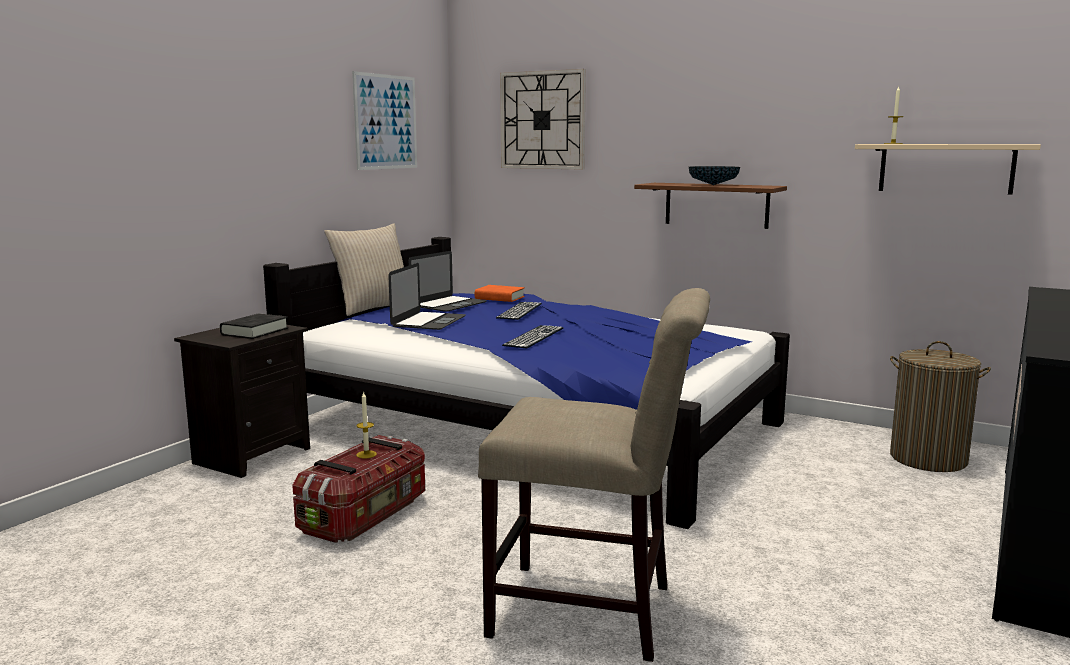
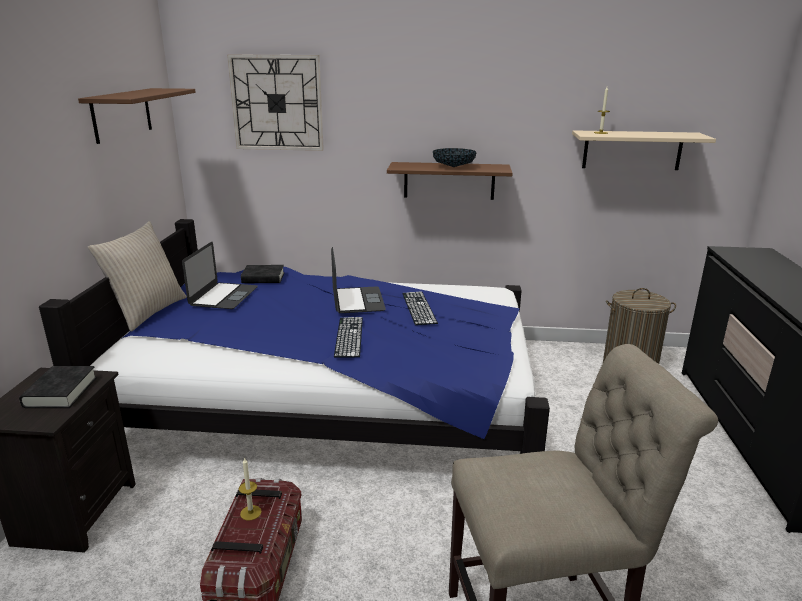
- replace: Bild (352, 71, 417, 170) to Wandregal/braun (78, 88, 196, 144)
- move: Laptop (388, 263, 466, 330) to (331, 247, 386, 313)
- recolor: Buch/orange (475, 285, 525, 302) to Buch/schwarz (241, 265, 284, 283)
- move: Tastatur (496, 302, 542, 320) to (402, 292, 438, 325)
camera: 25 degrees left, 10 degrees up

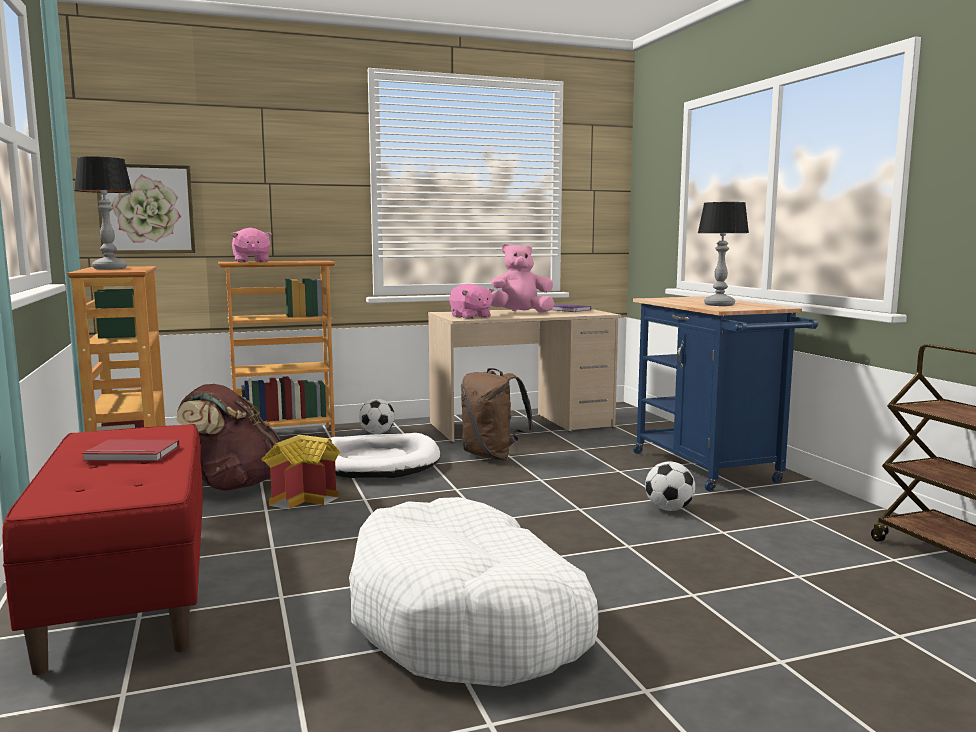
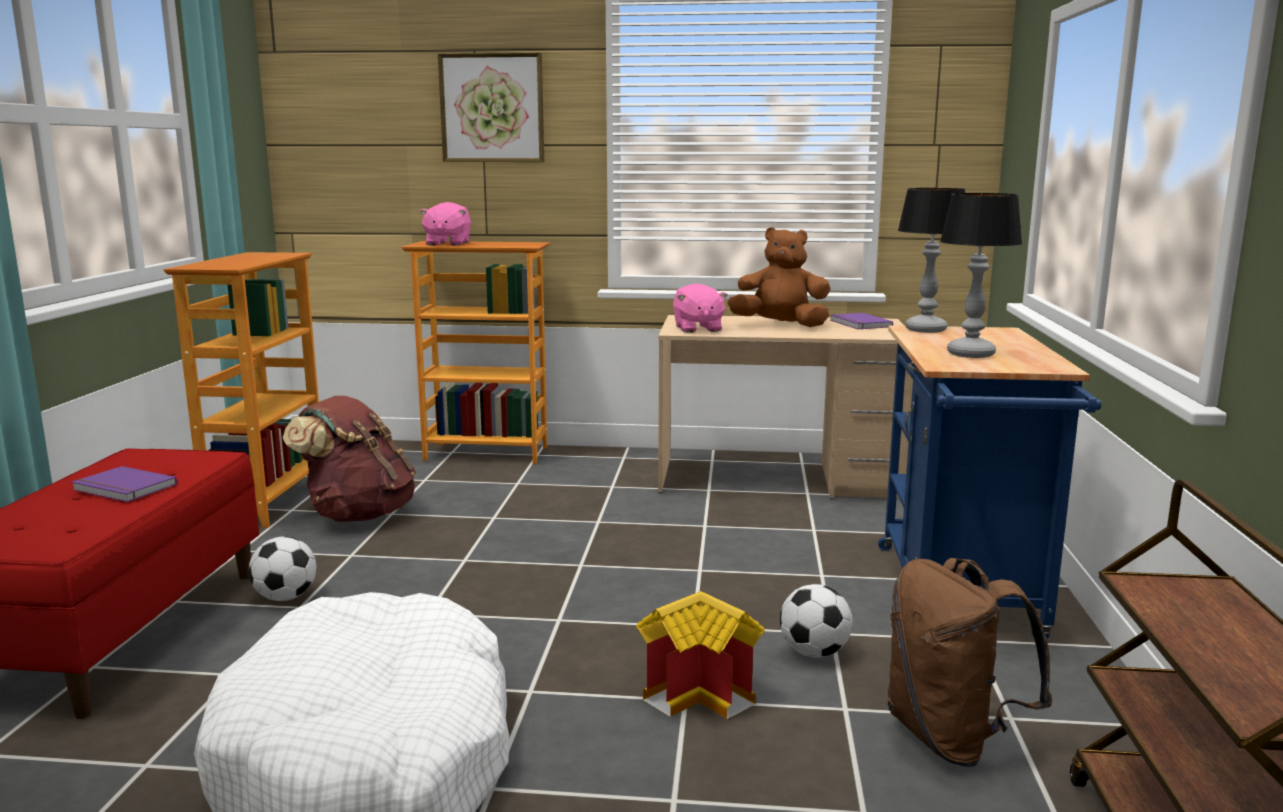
- move: Tischlampe (74, 156, 133, 269) to (898, 188, 966, 333)
- move: Bild (97, 164, 195, 254) to (438, 53, 544, 162)
- recolor: Plüschtier/rosa (491, 244, 555, 313) to Plüschtier/braun (727, 227, 831, 327)
- move: Rucksack/braun (461, 368, 534, 460) to (888, 558, 1053, 767)
- move: Fußball (359, 399, 395, 434) to (248, 536, 316, 601)
- delete: Hundebett/weiß (330, 433, 440, 478)
- move: Spielzeughaus (262, 435, 340, 509) to (636, 591, 765, 719)
- recolor: Buch/rot (82, 440, 179, 461) to Buch/lila (71, 466, 177, 502)
camera: 25 degrees right, 5 degrees up

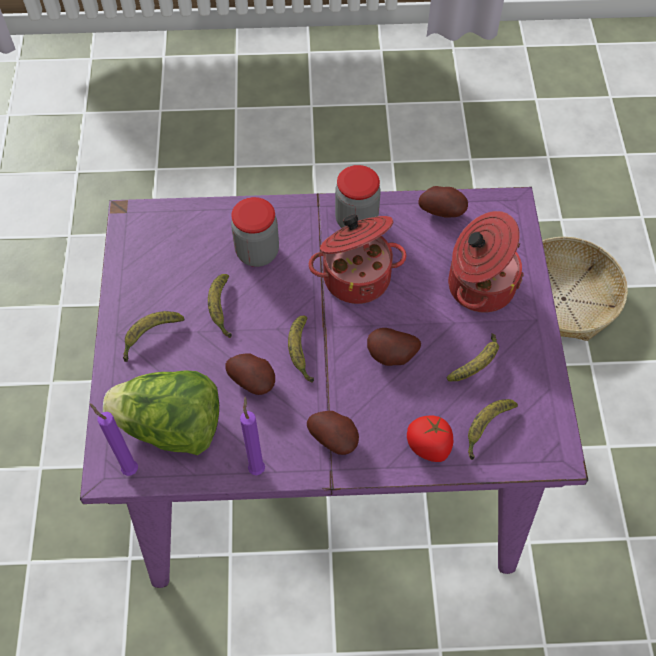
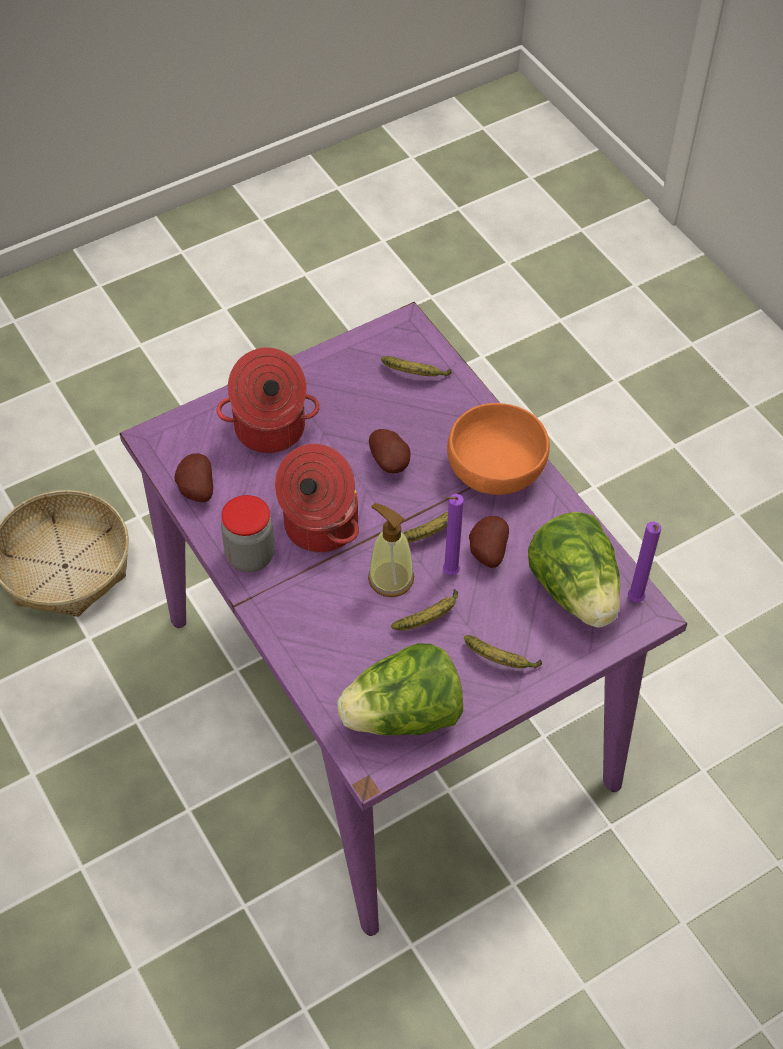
- delete: Vorratsglas (231, 197, 279, 267)
- delete: Banane (447, 333, 499, 381)
- move: Kerze/lila (240, 397, 265, 476) to (443, 494, 464, 575)
- replace: Kartoffel (307, 411, 359, 455) to Schüssel/orange (447, 403, 550, 495)
- delete: Tomate (407, 416, 453, 462)
- insert: Seifenspender (368, 503, 414, 597)
- insert: Salatkopf (337, 643, 463, 735)
camera: 120 degrees left, 5 degrees down

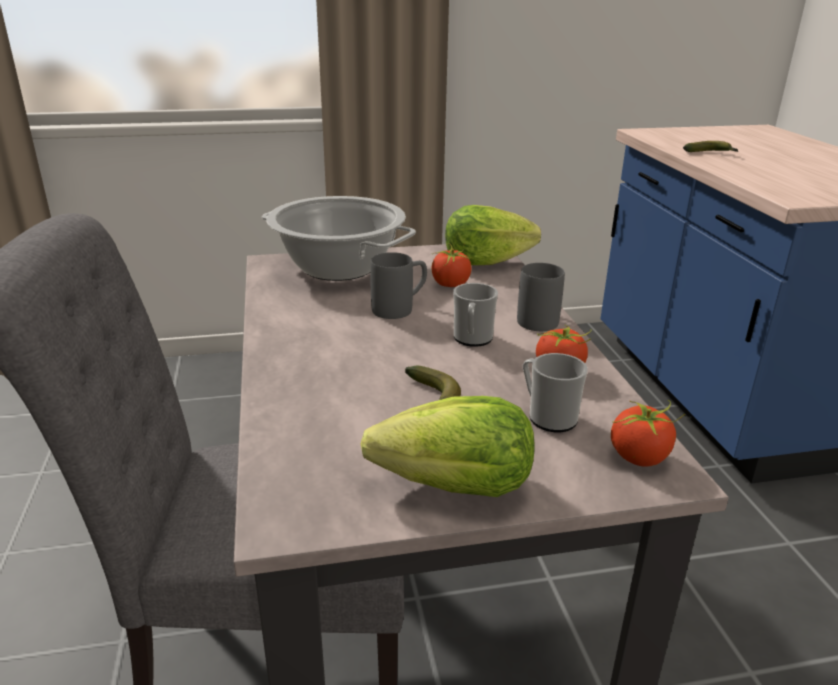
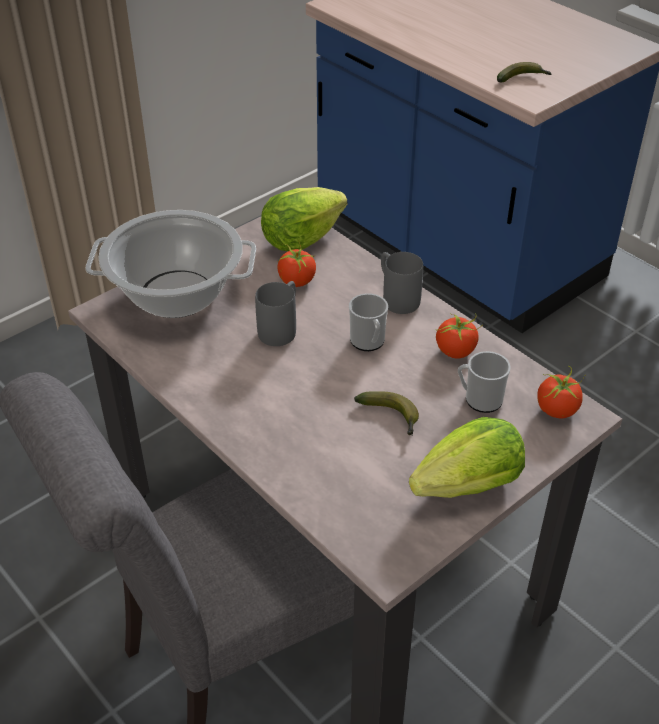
- move: Banane (683, 141, 738, 152) to (497, 62, 552, 82)
camera: 30 degrees left, 15 degrees up

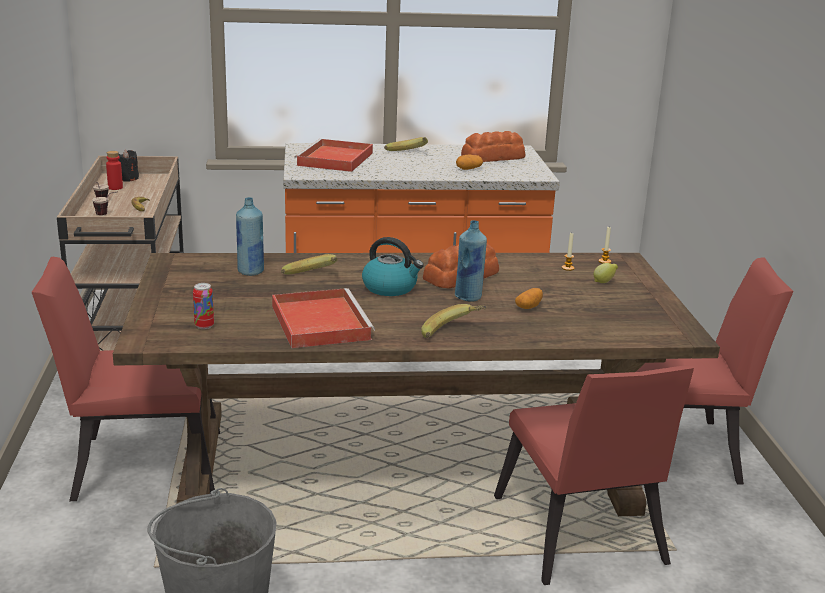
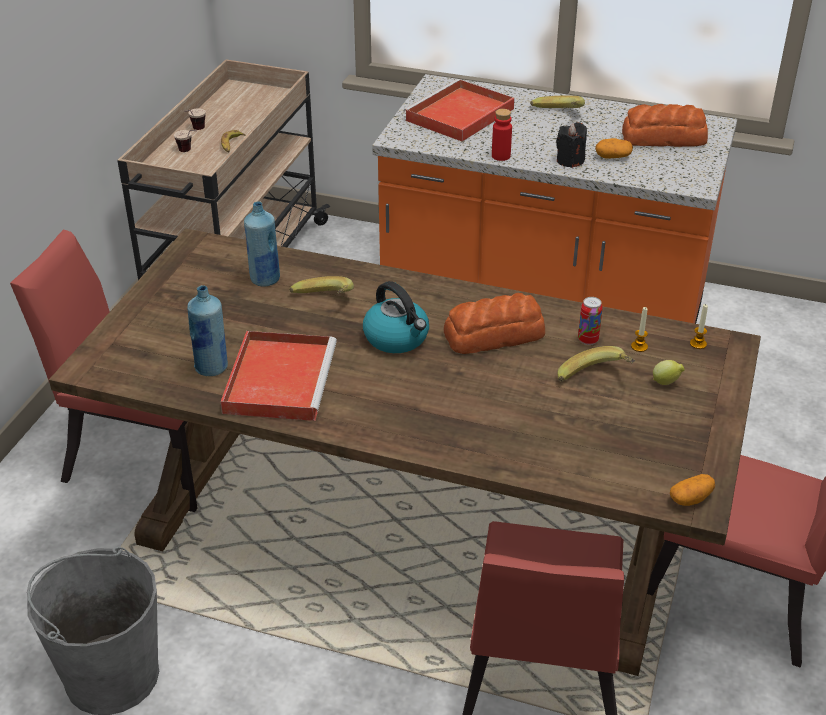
- move: Kerze/schwarz (118, 150, 139, 182) to (556, 122, 587, 168)
- move: Flasche/rot (106, 151, 123, 190) to (492, 109, 512, 161)
- move: Flasche/blau (455, 220, 487, 302) to (187, 285, 228, 376)
- move: Dose (193, 283, 214, 329) to (578, 297, 603, 345)
- move: Kartoffel (515, 288, 543, 309) to (670, 474, 715, 506)
- move: Banane (421, 304, 487, 338) to (557, 346, 635, 381)
camera: 25 degrees right, 15 degrees up

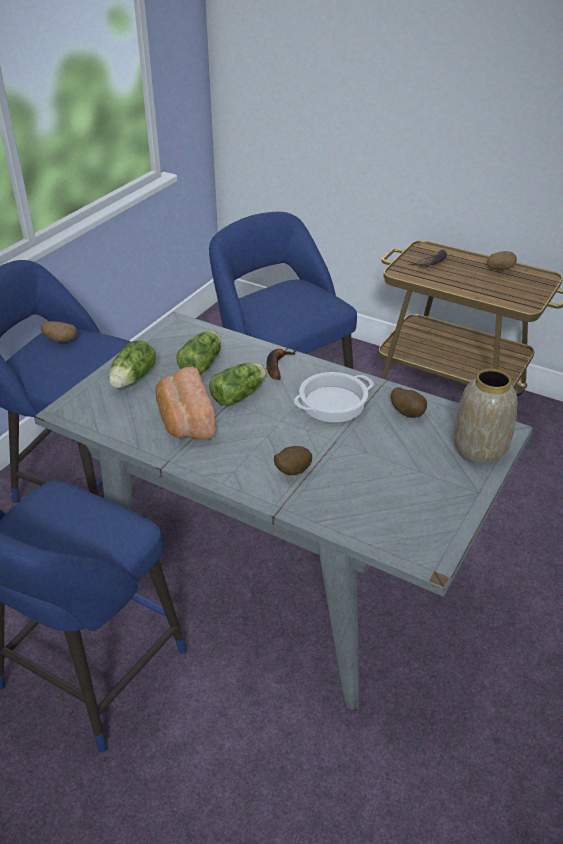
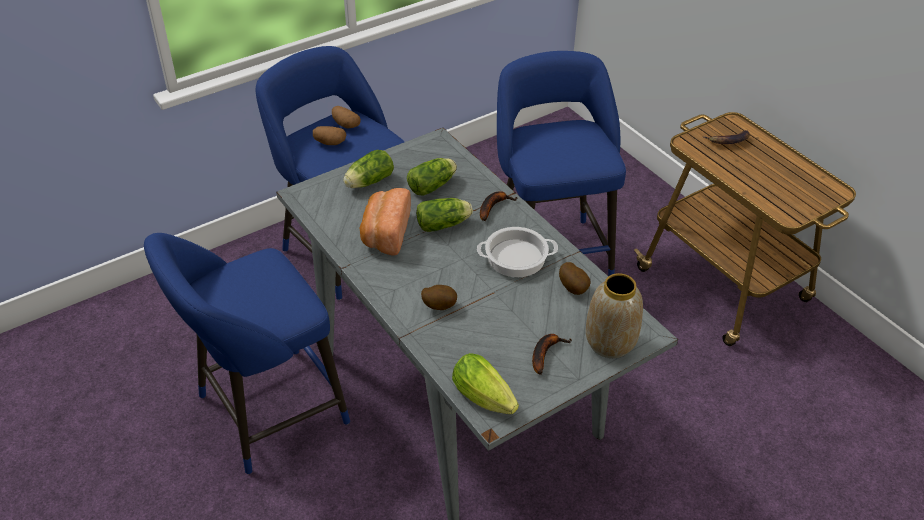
- move: Kartoffel (487, 251, 517, 270) to (313, 126, 346, 145)
- insert: Banane (532, 334, 572, 375)
- insert: Salatkopf (452, 353, 519, 414)
camera: 25 degrees right, 5 degrees up

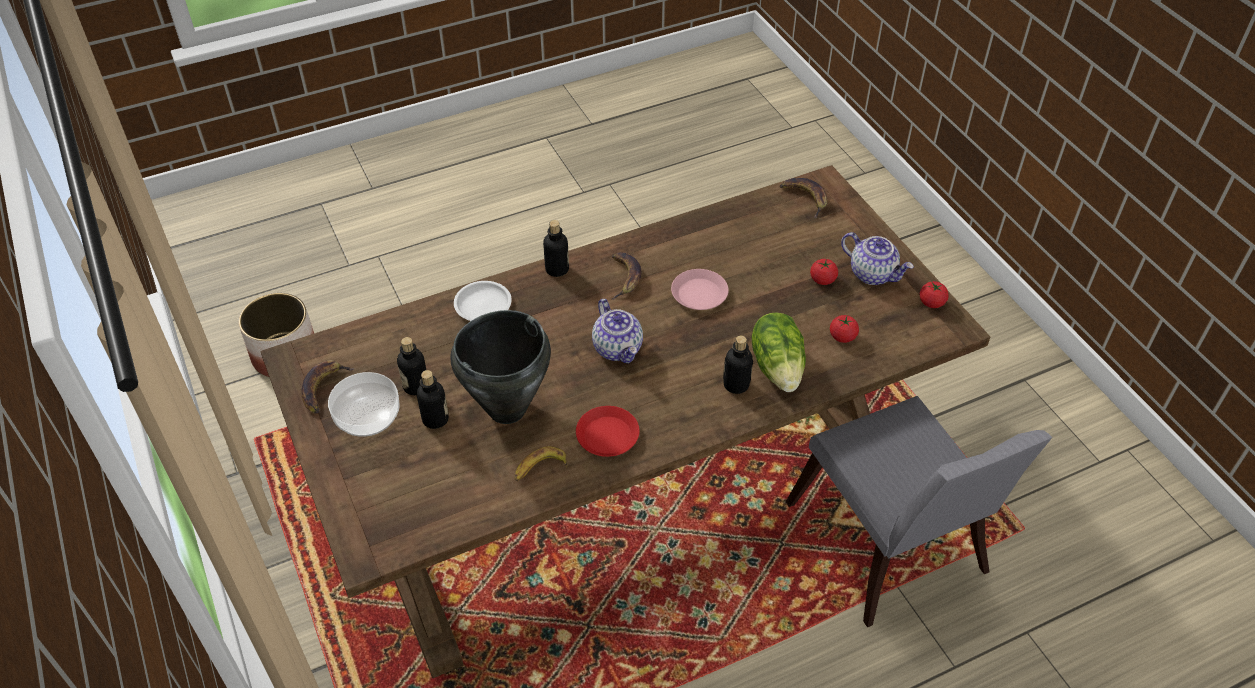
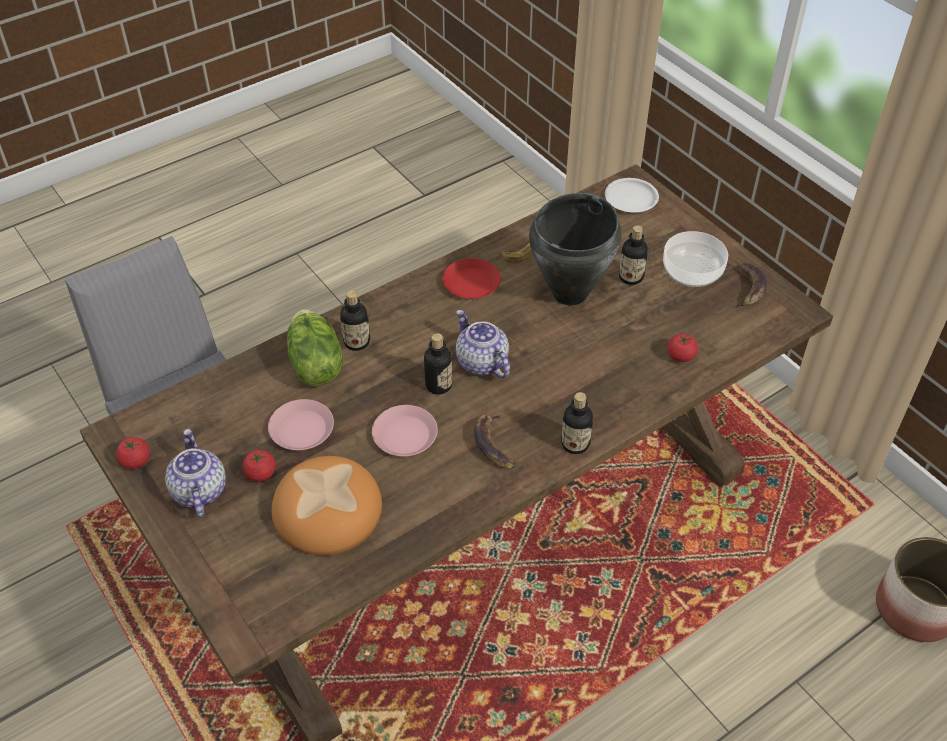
- delete: Banane (780, 178, 828, 218)
- rotate: Teekanne (841, 232, 914, 285) = (165, 429, 226, 517) 45 degrees clockwise
- move: Teller/weiß (454, 281, 512, 321) to (605, 178, 659, 212)
- move: Tomate (830, 315, 859, 343) to (667, 333, 698, 362)
- move: Flasche (397, 337, 426, 395) to (424, 333, 452, 394)
- insert: Teller/rosa (268, 399, 334, 450)
- insert: Brot (272, 456, 382, 555)
camera: 170 degrees right, 0 degrees up

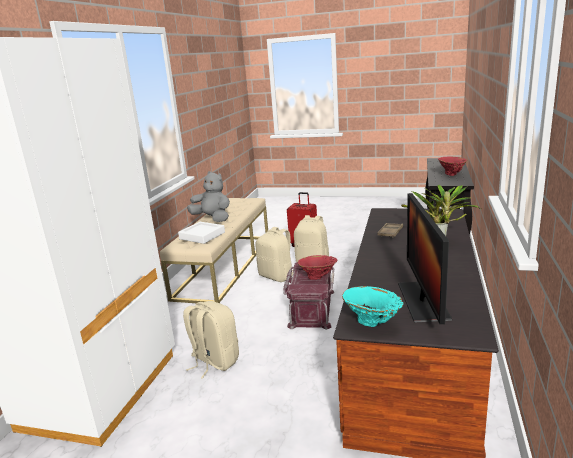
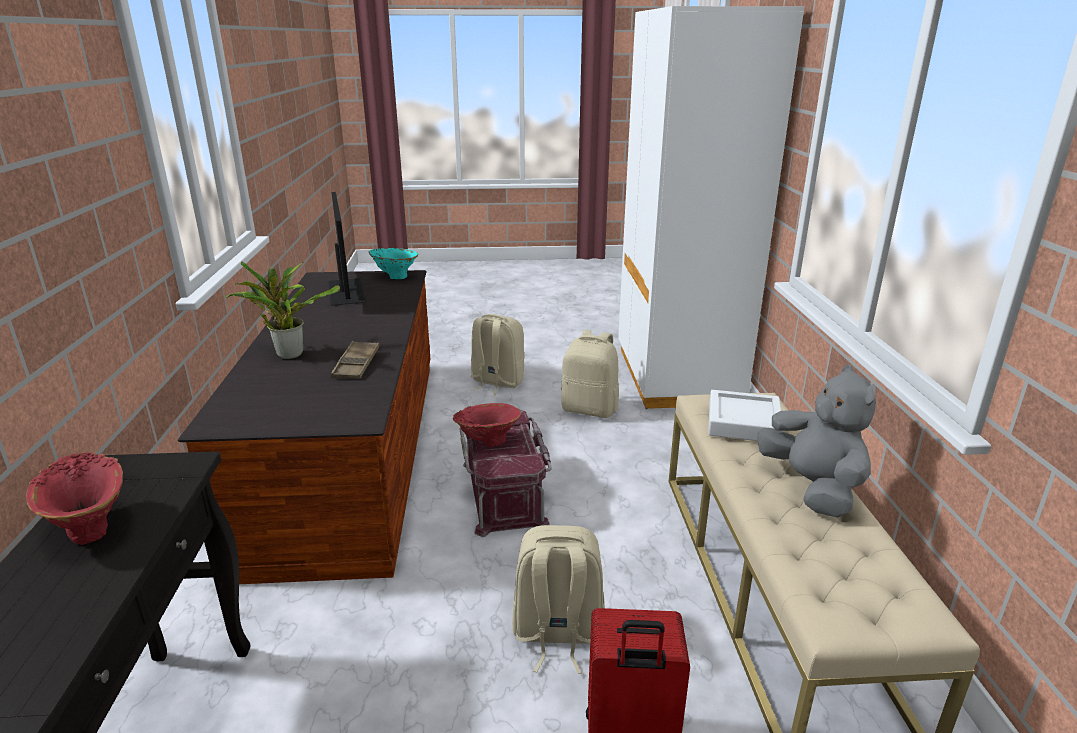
- rotate: Plüschtier/grau (187, 171, 230, 222) = (757, 364, 876, 518) 120 degrees counterclockwise
- move: Rucksack/beige (255, 227, 293, 282) to (471, 314, 525, 395)
camera: 160 degrees right, 5 degrees up

